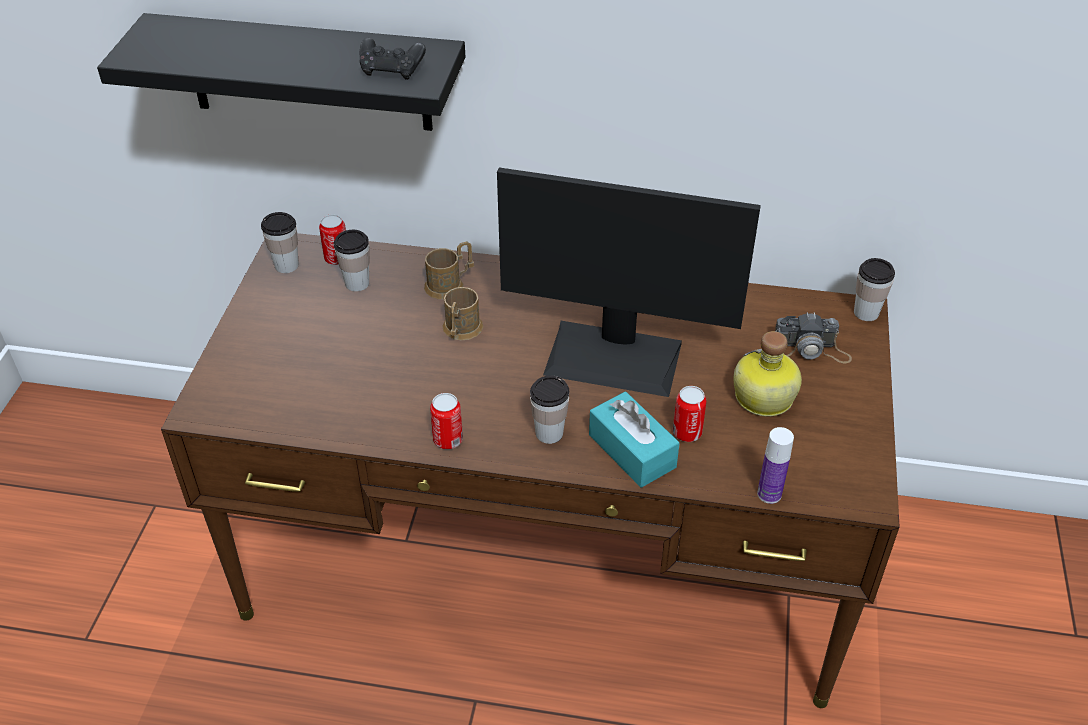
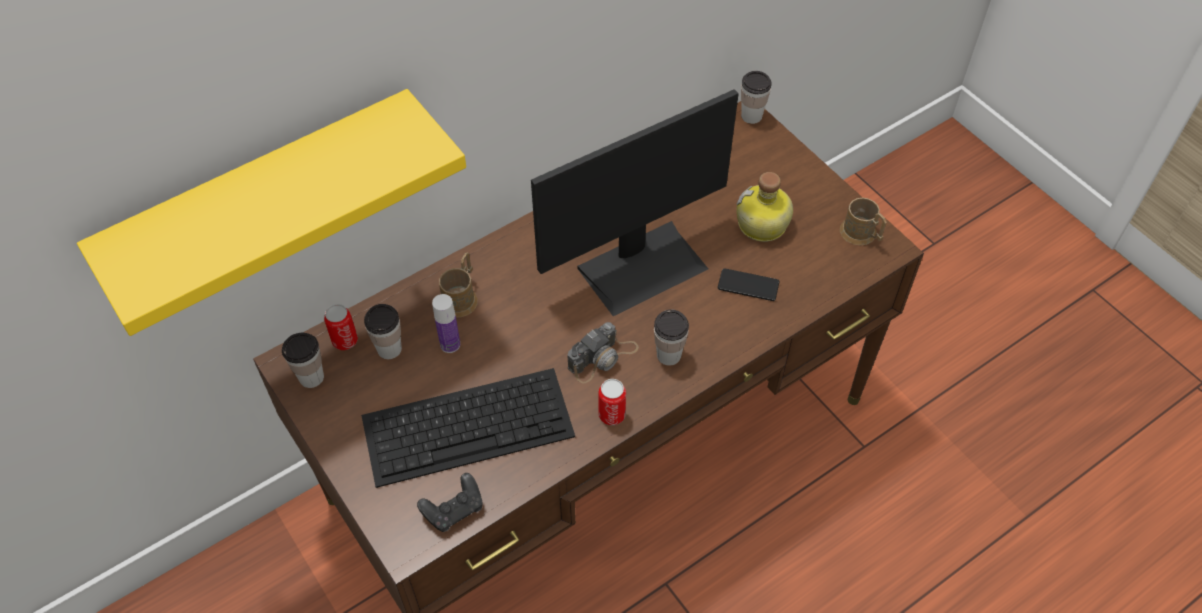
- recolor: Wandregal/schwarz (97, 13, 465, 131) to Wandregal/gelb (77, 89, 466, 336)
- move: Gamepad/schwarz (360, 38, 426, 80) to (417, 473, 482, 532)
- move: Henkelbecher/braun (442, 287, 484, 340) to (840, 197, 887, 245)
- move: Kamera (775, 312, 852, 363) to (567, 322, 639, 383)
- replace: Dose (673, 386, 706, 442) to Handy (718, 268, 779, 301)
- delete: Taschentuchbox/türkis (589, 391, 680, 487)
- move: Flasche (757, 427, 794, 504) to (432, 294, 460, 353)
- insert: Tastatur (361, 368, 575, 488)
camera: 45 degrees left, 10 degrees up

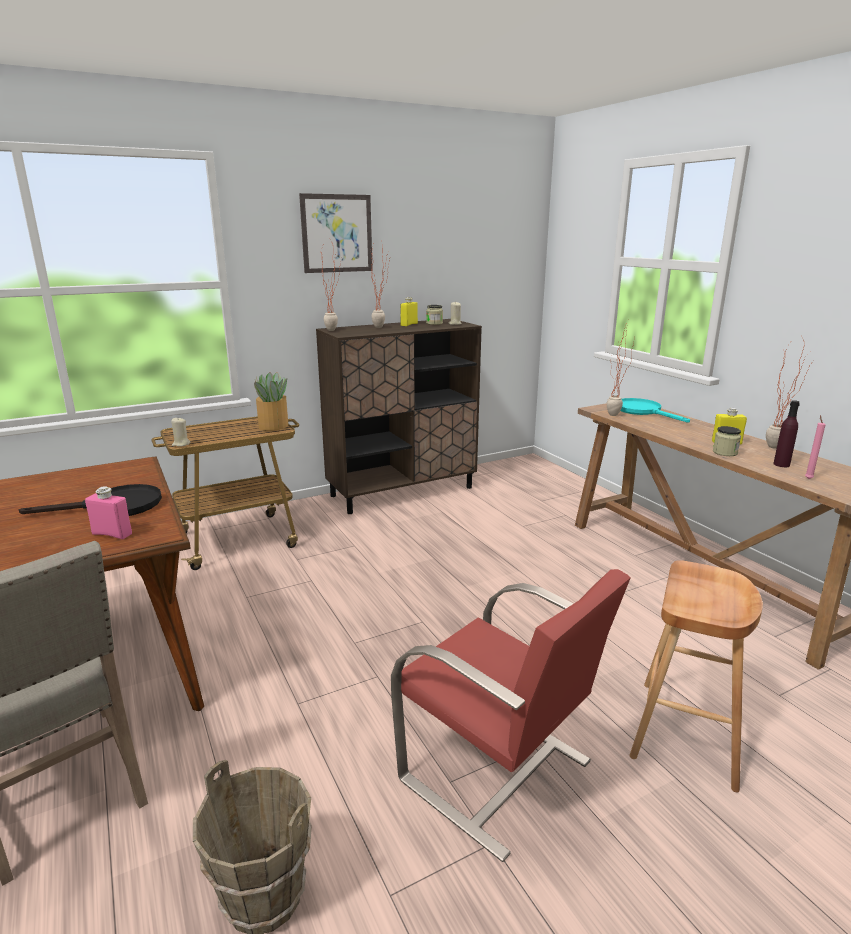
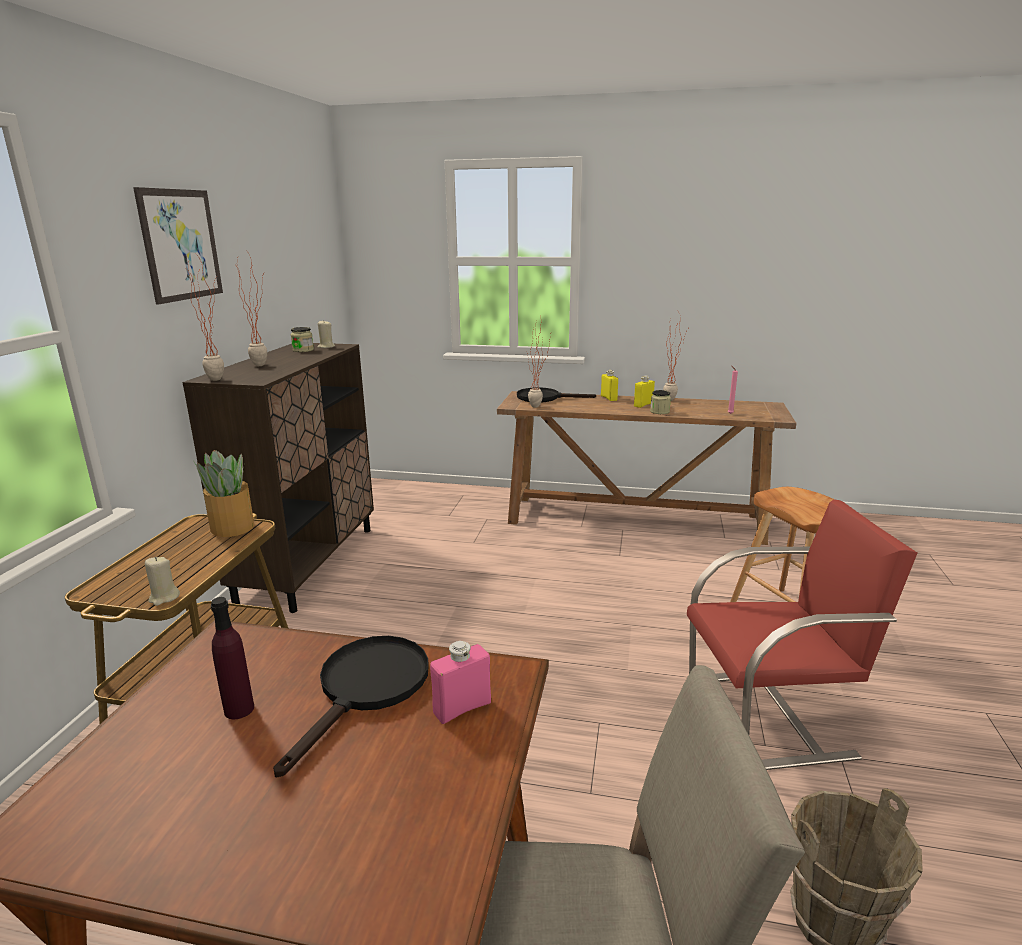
- move: Flasche/gelb (400, 297, 418, 326) to (601, 370, 618, 401)
- recolor: Pfanne/türkis (620, 398, 690, 423) to Pfanne/schwarz (517, 387, 596, 403)
- move: Flasche/lila (773, 400, 800, 467) to (211, 597, 254, 719)
camera: 50 degrees left, 0 degrees up

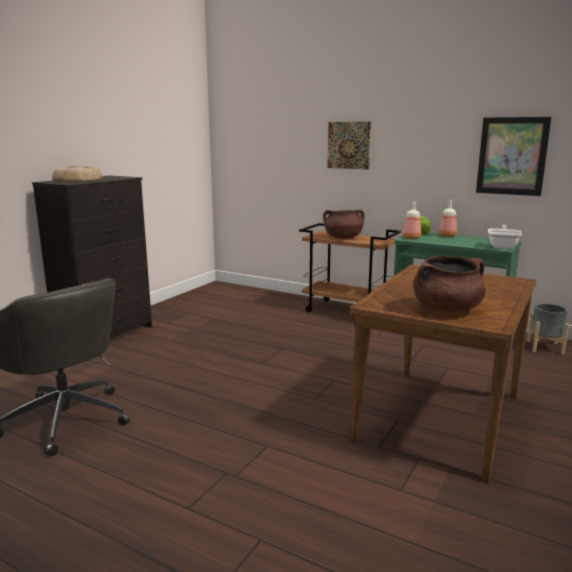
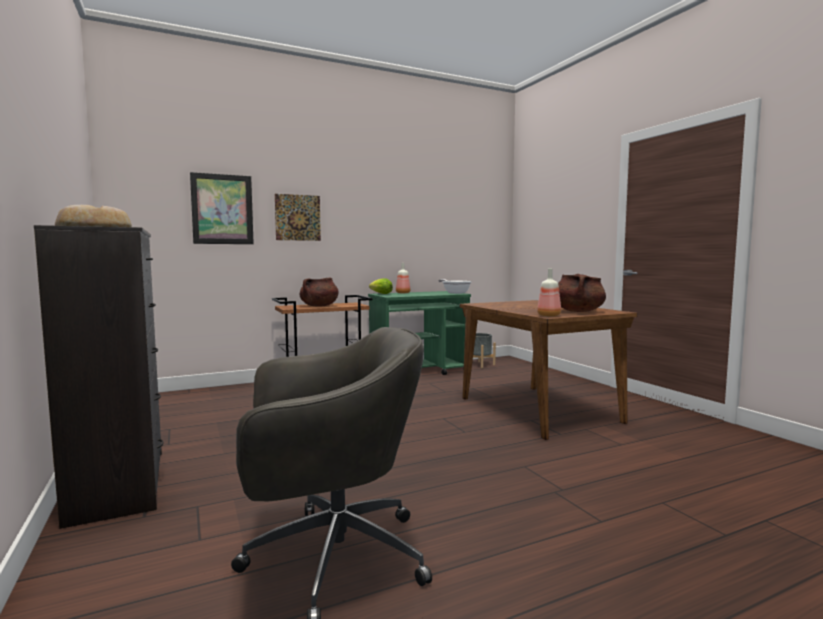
- move: Bild (476, 117, 551, 196) to (190, 172, 254, 244)
- move: Flasche (403, 201, 421, 239) to (537, 268, 561, 317)
camera: 55 degrees left, 10 degrees down

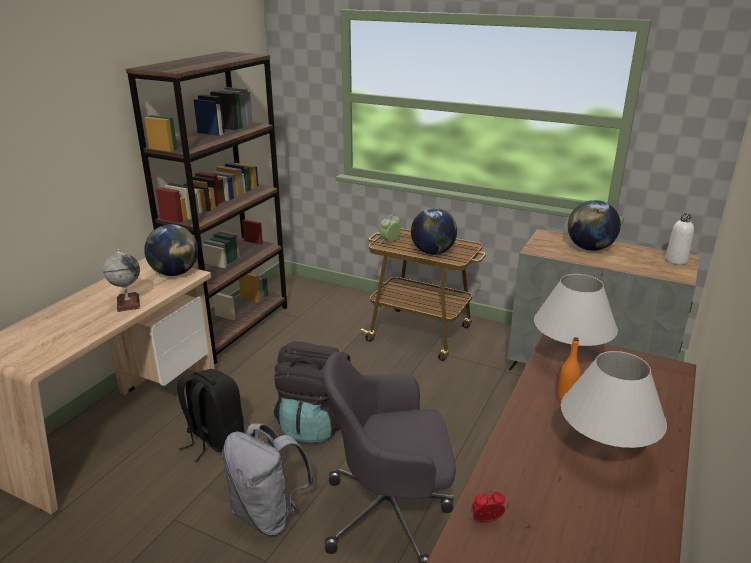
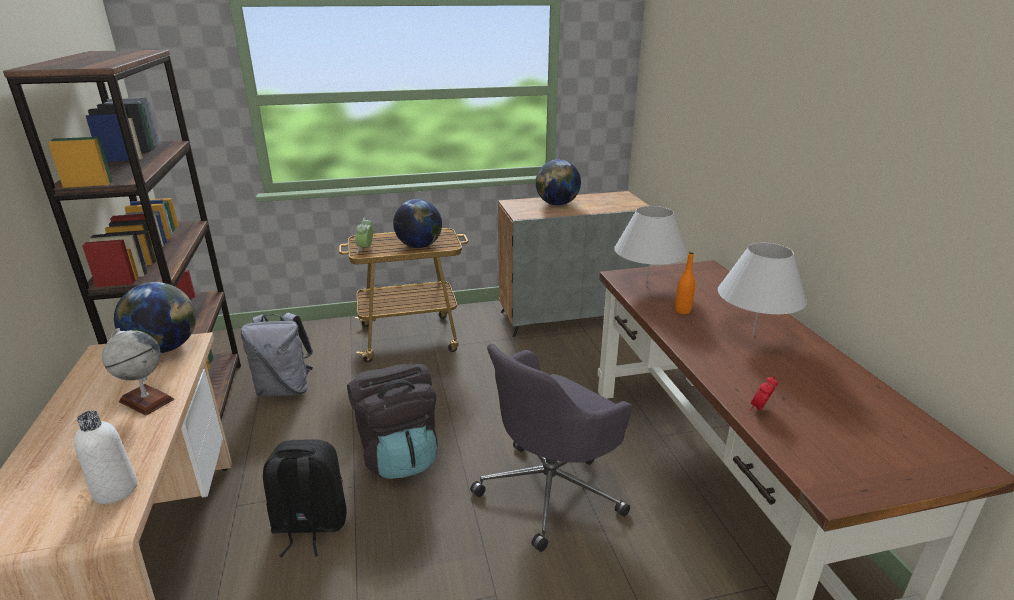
- move: Flasche/weiß (665, 213, 694, 265) to (74, 411, 137, 504)
- move: Rucksack/grau (222, 423, 315, 536) to (241, 313, 313, 396)
camera: 40 degrees left, 0 degrees up

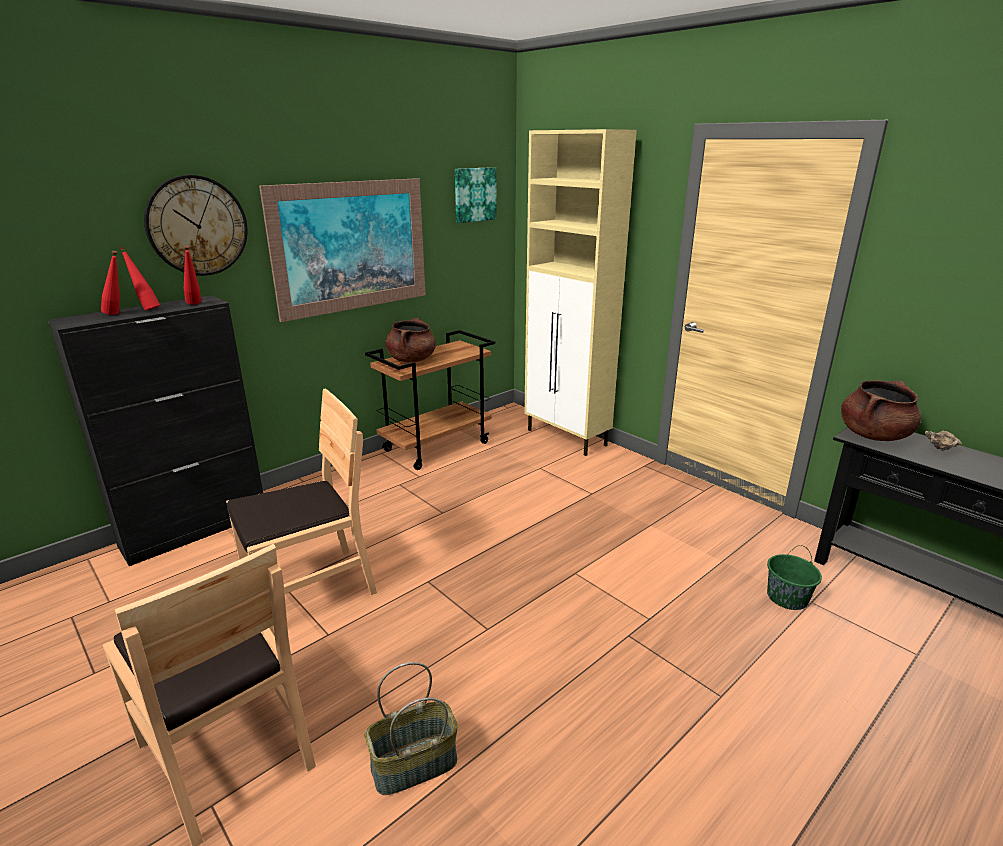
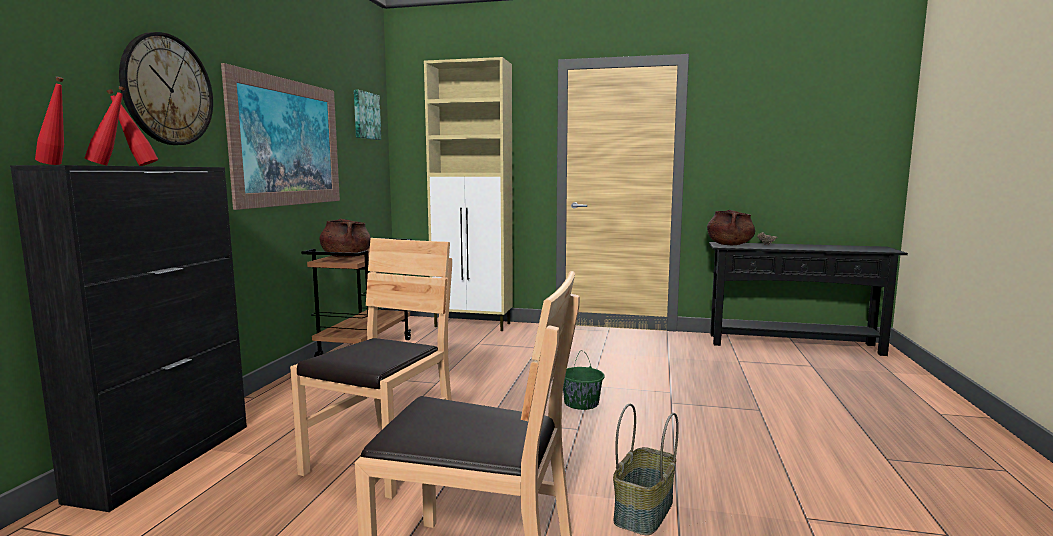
- move: Flasche/rot (184, 246, 201, 305) to (35, 76, 64, 165)
- move: Eimer/grün (767, 545, 822, 610) to (563, 351, 605, 410)
camera: 35 degrees left, 15 degrees down

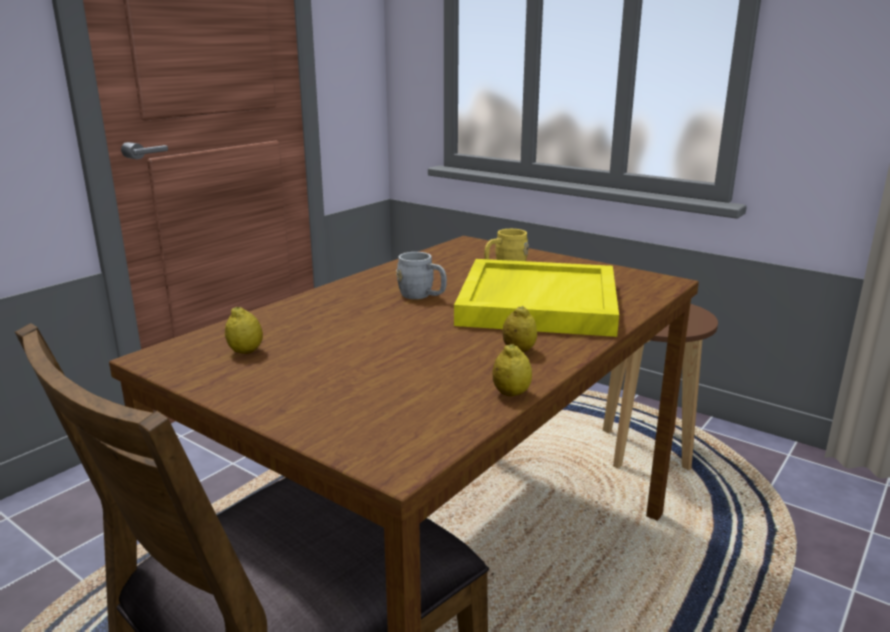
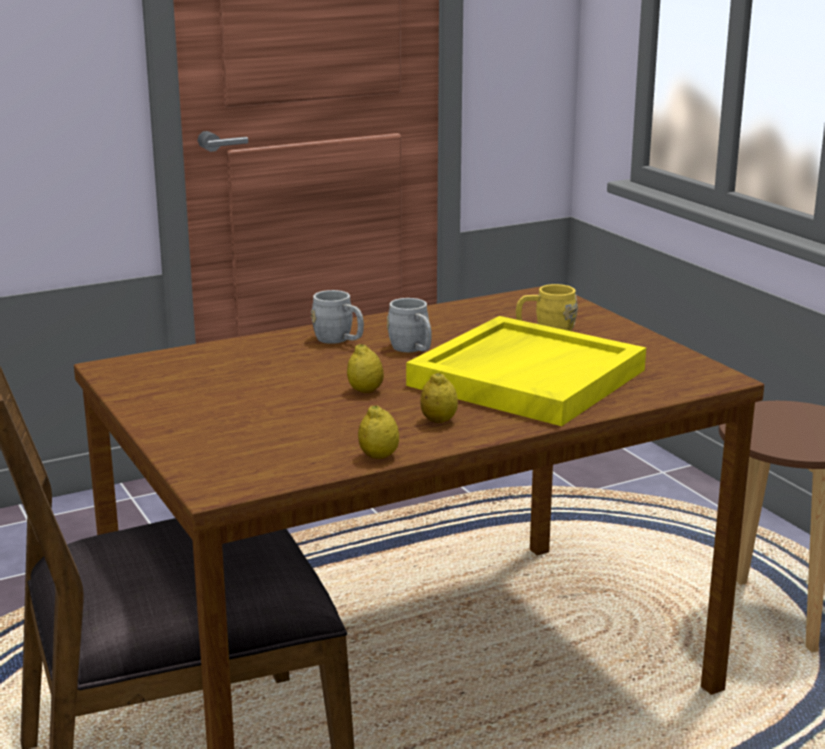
- move: Zitrone (225, 307, 263, 354) to (347, 344, 384, 393)
- insert: Henkelbecher/grau (311, 290, 364, 344)
camera: 25 degrees right, 0 degrees up

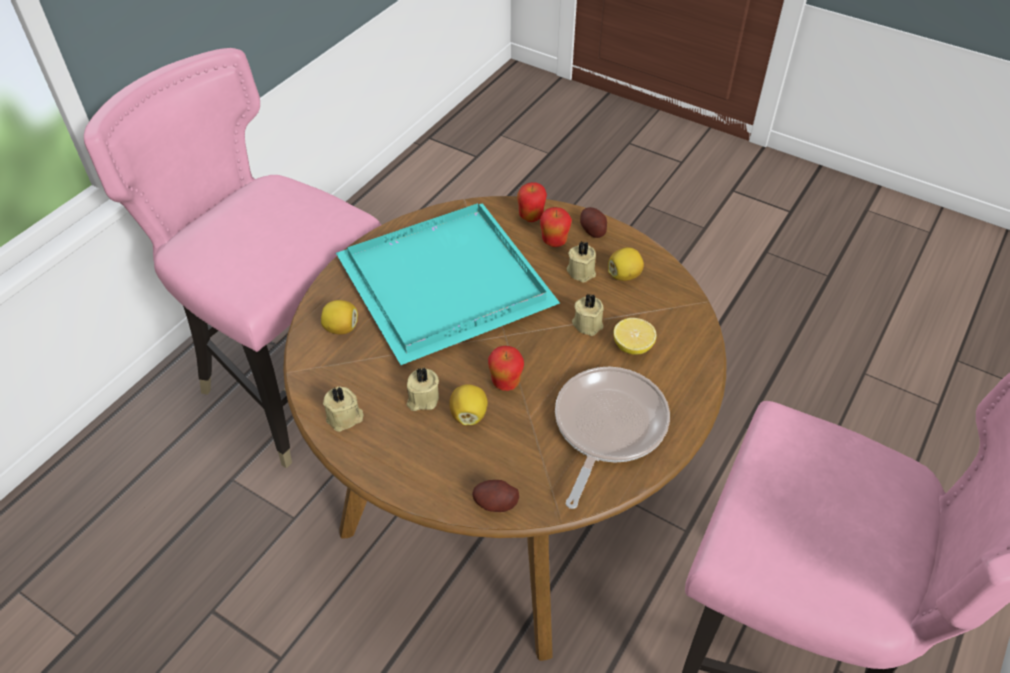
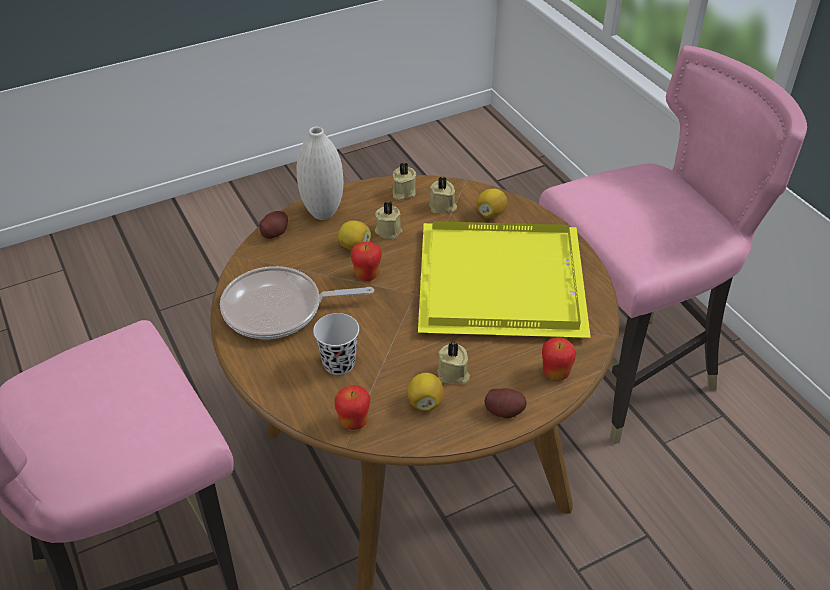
- recolor: Tablett/türkis (336, 203, 560, 365) to Tablett/gelb (418, 221, 591, 338)
- move: Apfel (540, 207, 572, 247) to (334, 385, 370, 430)
- move: Kerze/beige (572, 294, 604, 336) to (429, 177, 457, 213)
- replace: Zitrone (614, 318, 656, 355) to Tasse/schwarz (313, 313, 359, 375)
- rotate: Pfanne (555, 367, 670, 509) = (220, 266, 374, 339) 120 degrees clockwise
- insert: Vase/weiß (296, 127, 343, 220)
camera: 120 degrees right, 5 degrees down

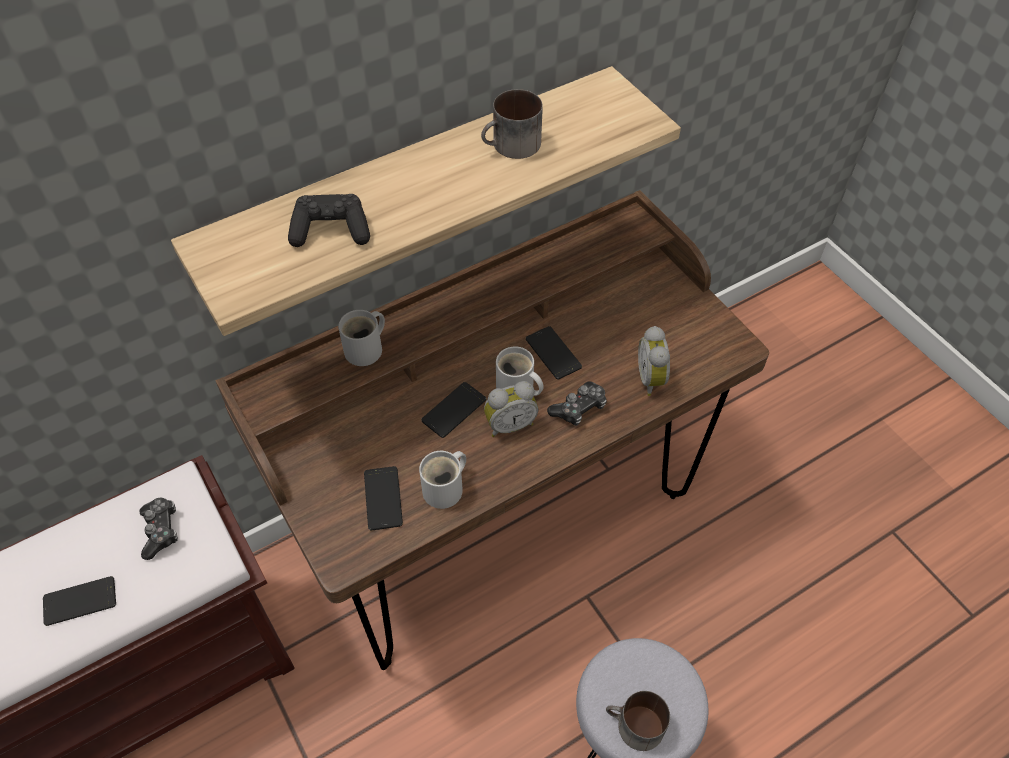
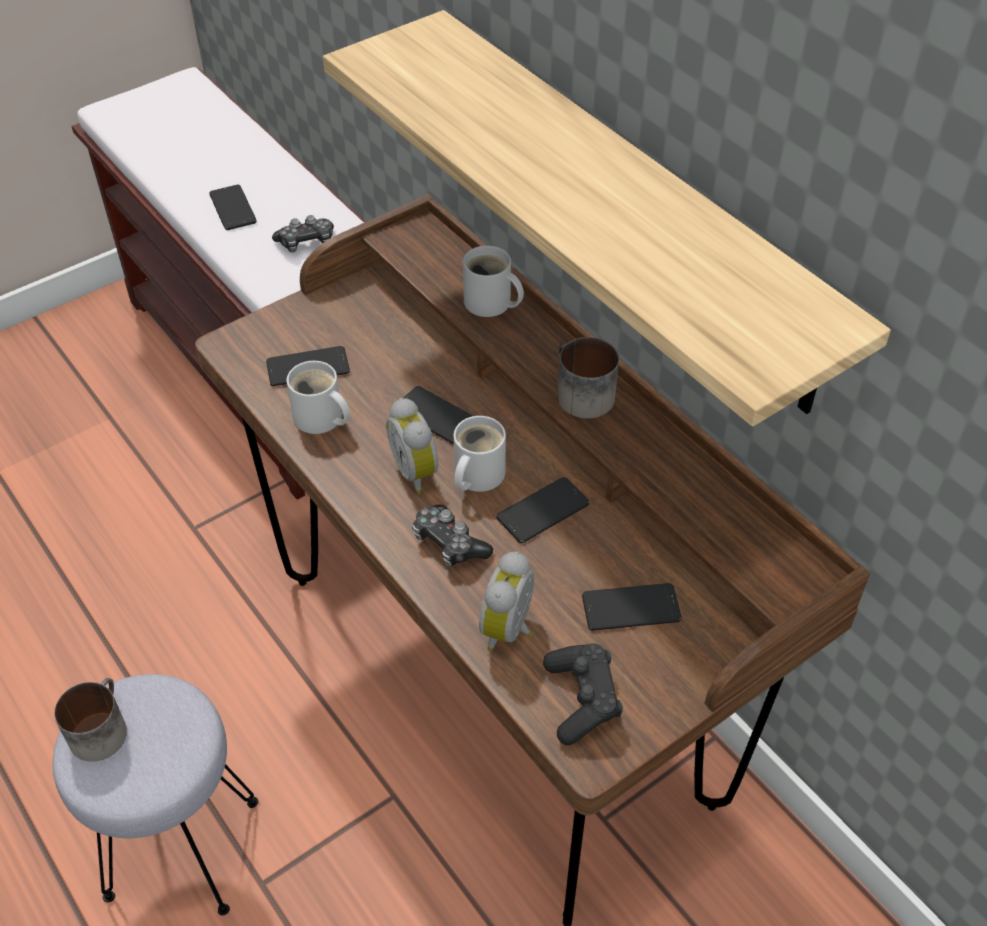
- move: Henkelbecher (481, 89, 543, 159) to (558, 337, 619, 418)
- move: Gamepad/schwarz (288, 194, 370, 247) to (543, 643, 623, 745)
- rotate: Wecker (638, 326, 670, 396) = (479, 551, 534, 652) 60 degrees counterclockwise
- insert: Handy (582, 583, 682, 631)
camera: 85 degrees right, 5 degrees down

